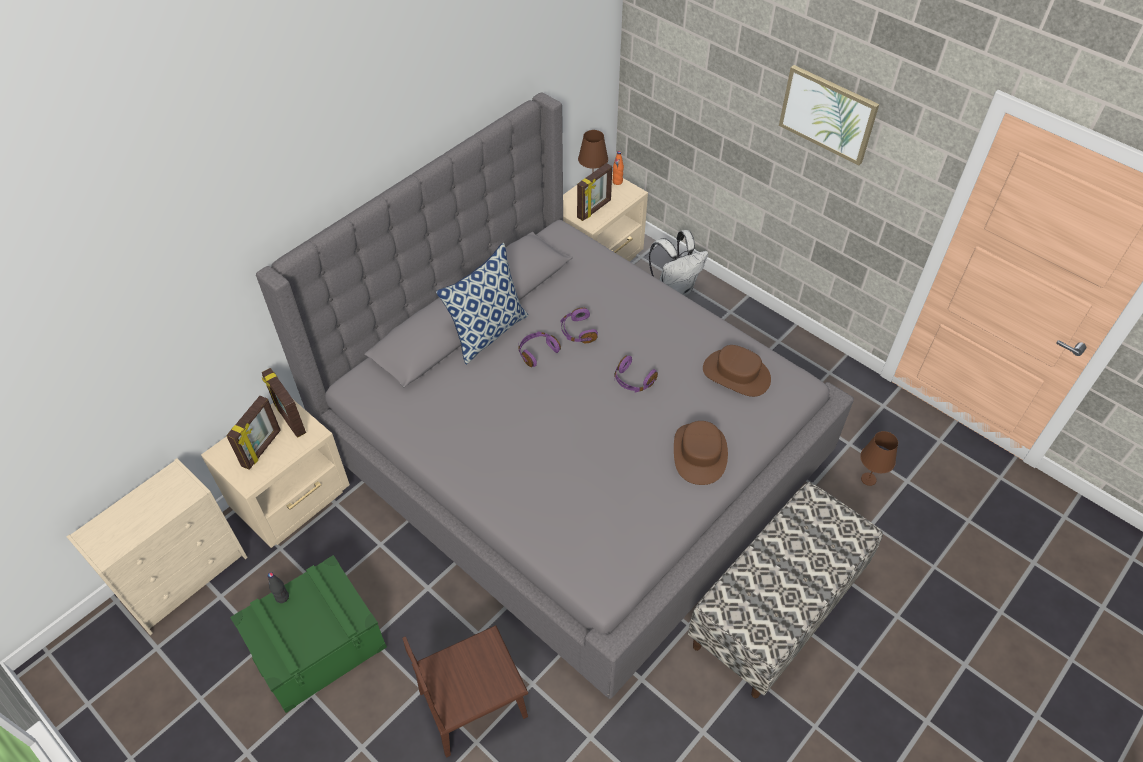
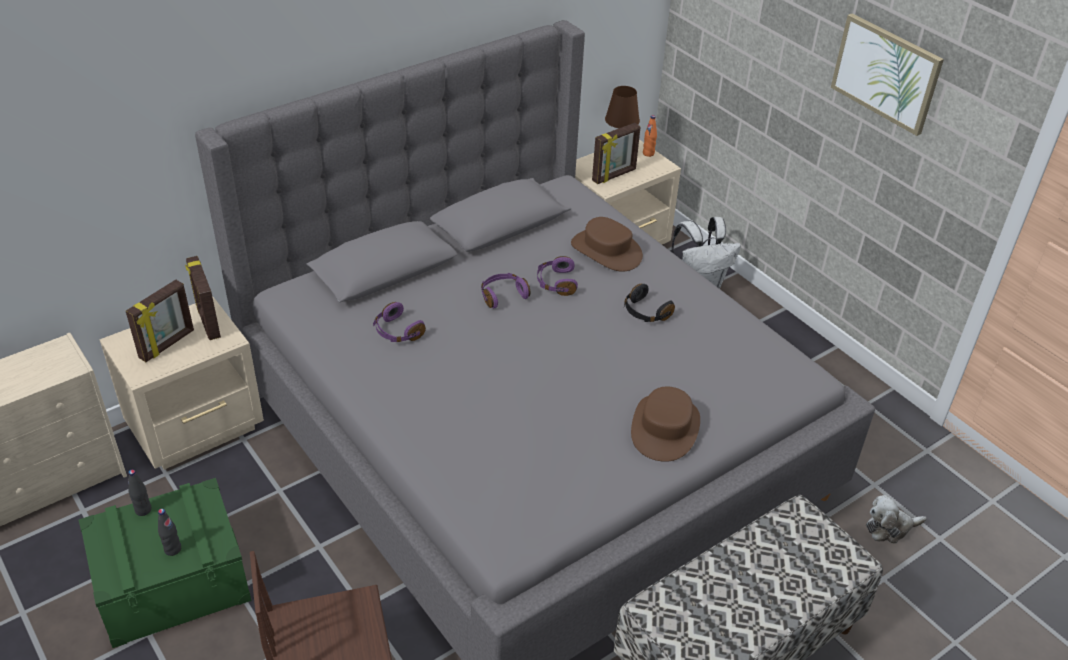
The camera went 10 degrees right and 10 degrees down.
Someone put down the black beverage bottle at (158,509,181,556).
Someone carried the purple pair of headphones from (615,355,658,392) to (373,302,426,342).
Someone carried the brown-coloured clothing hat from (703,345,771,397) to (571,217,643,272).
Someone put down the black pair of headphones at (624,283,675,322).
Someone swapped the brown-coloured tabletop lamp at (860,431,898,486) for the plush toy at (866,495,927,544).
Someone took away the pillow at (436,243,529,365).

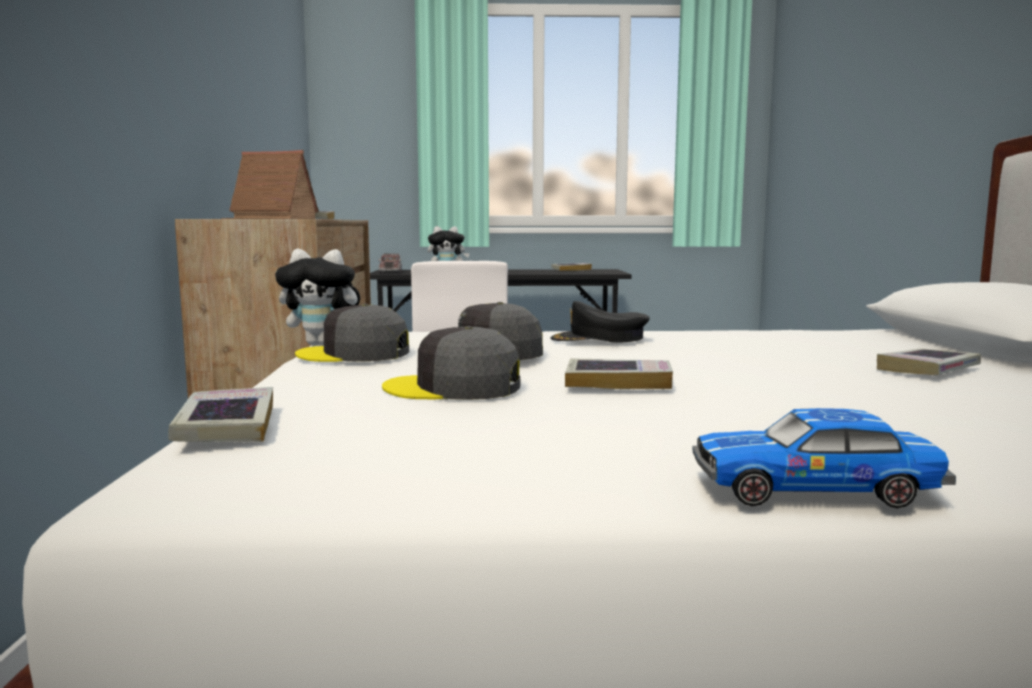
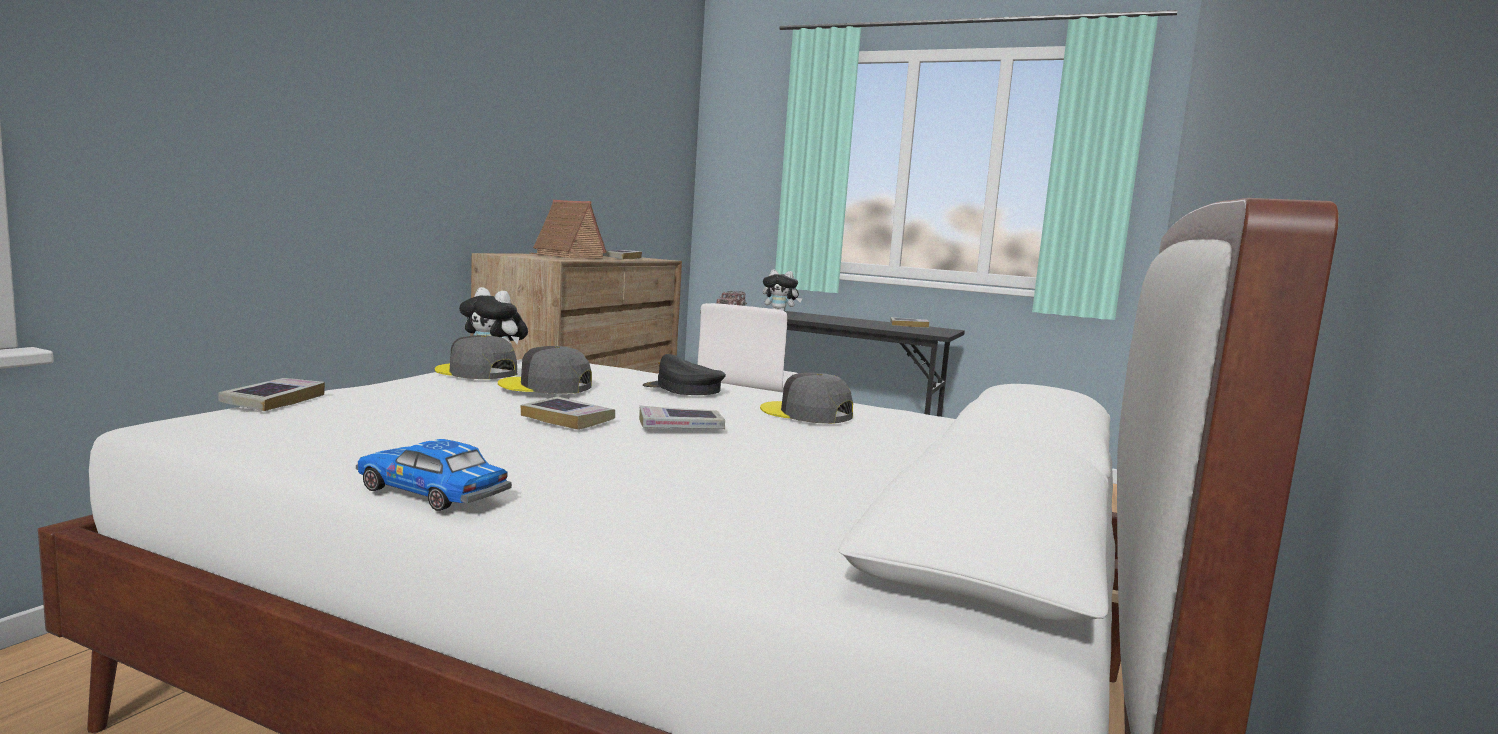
The camera went 25 degrees right and 0 degrees up.
Someone carried the volume from (877,349,981,375) to (639,405,725,429).
Someone carried the greyish peaked cap from (382,326,520,400) to (760,373,853,424).

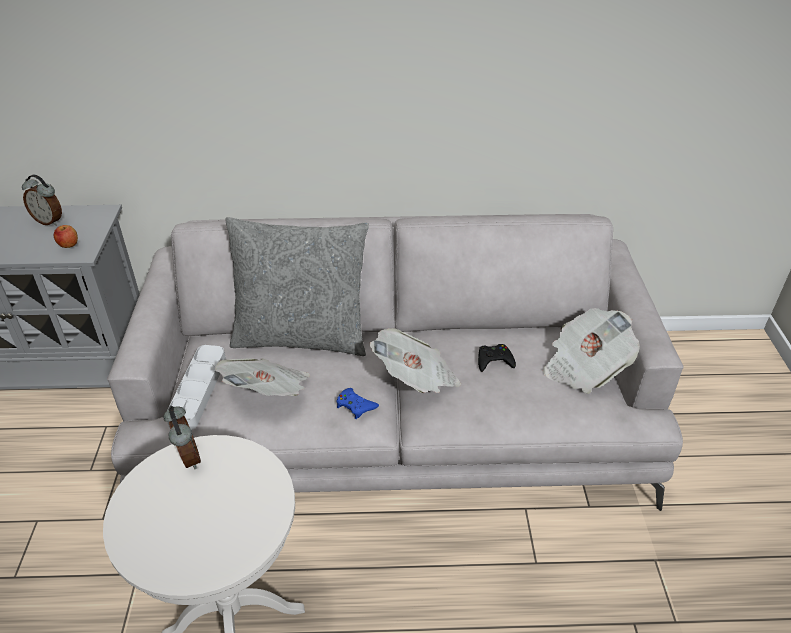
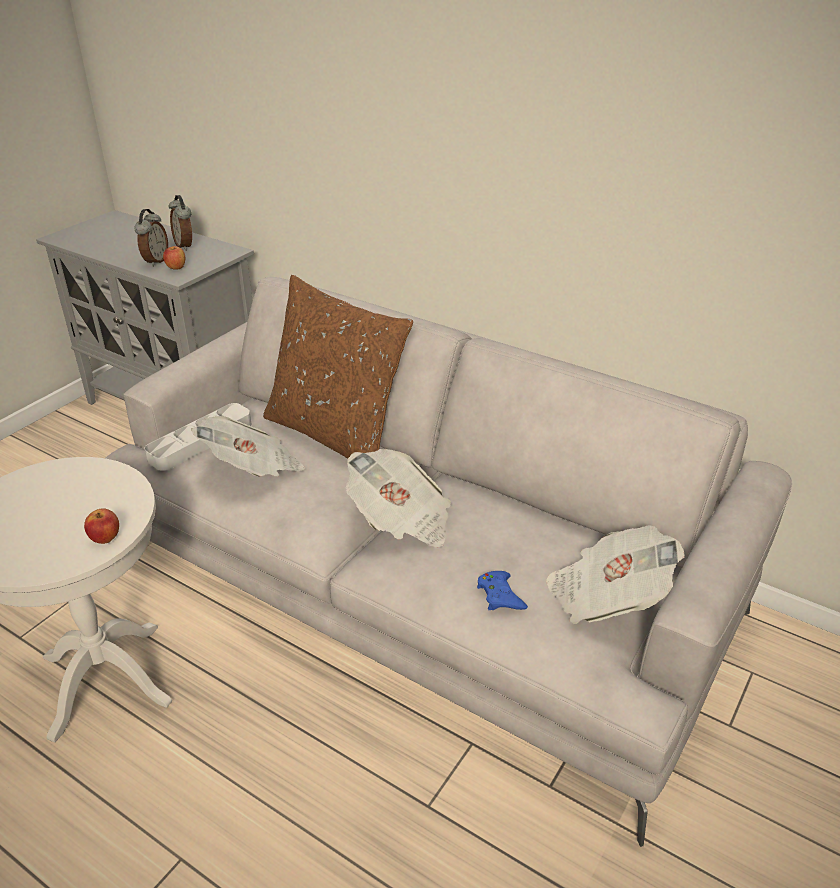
The camera went 35 degrees right and 5 degrees down.
Someone put down the apple fruit at (84,509,119,544).
Someone carried the bedside clock from (164,406,201,469) to (134,209,168,267).
Someone repainted the greyish pillow at (225,217,369,356), which became the brown-coloured pillow at (263,275,413,459).
Someone carried the bluish joypad from (336,388,379,419) to (477,571,528,610).
Someone took away the black joypad at (478,344,516,372).

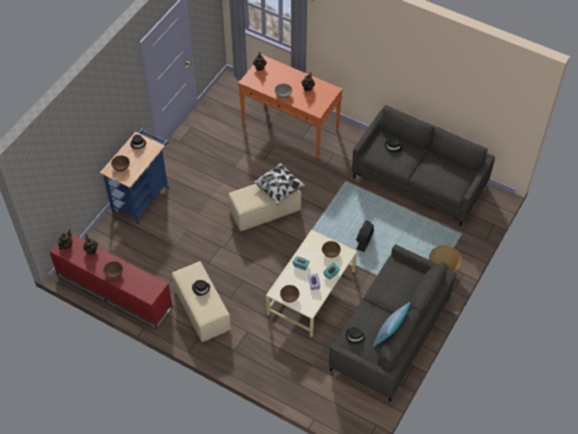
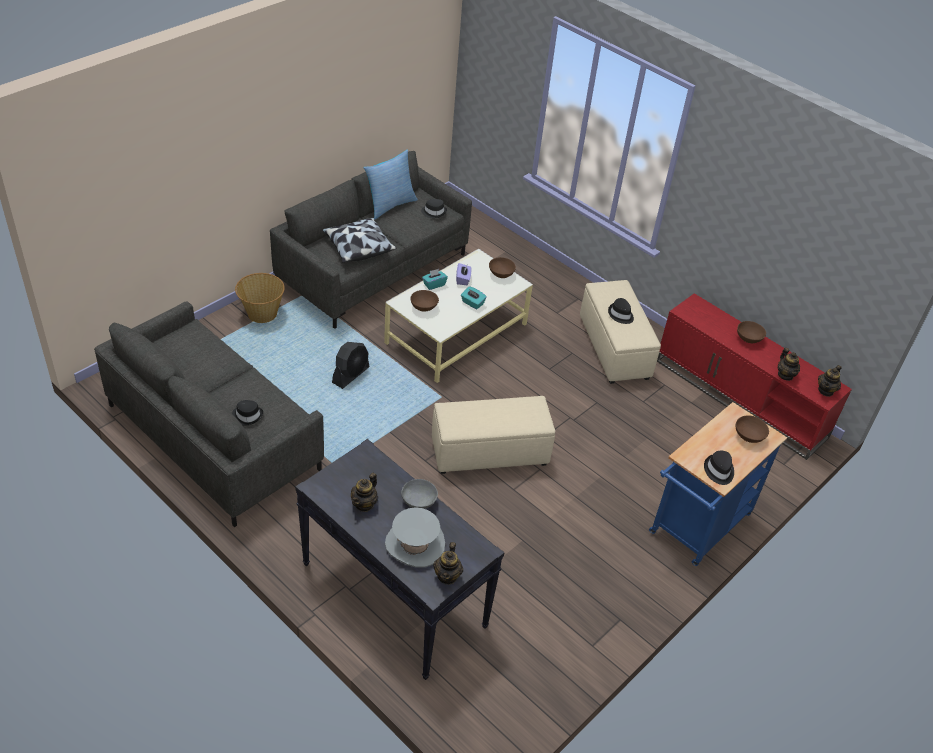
The camera went 170 degrees left and 10 degrees down.
Someone repainted the orange-coloured console table at (238,54,343,158), which became the black console table at (295,439,504,680).
Someone carried the pillow from (253,163,306,205) to (323,218,396,263).
Someone put down the greyish clothing hat at (385,507,445,568).

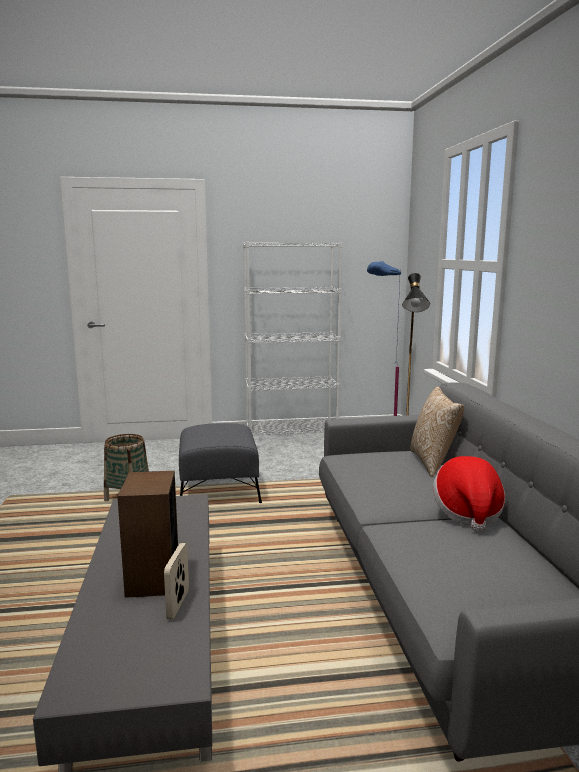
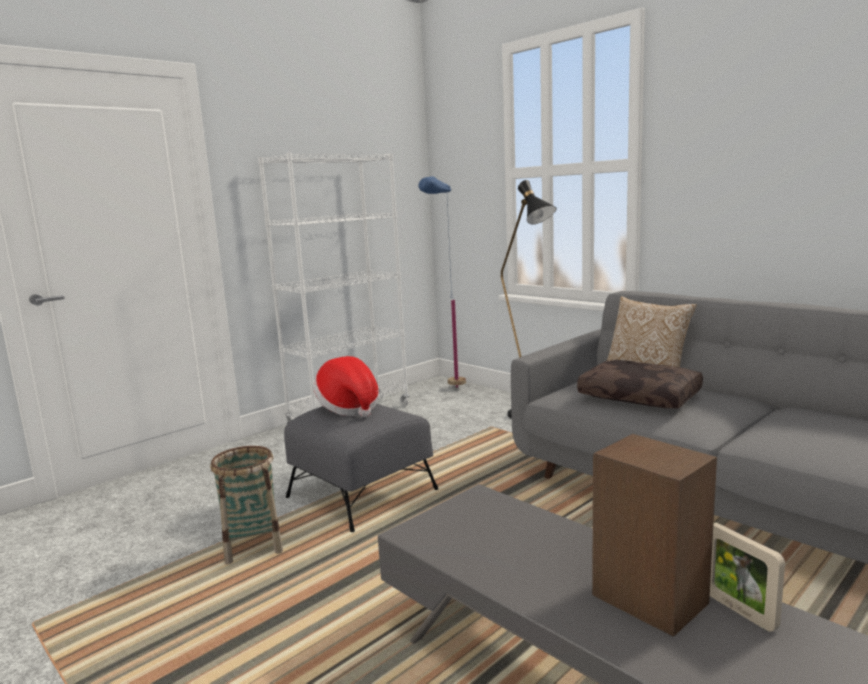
The camera went 35 degrees left and 0 degrees up.
Someone carried the clothing hat from (433,456,505,531) to (313,356,379,417).
Someone put down the brown-coloured pillow at (577,360,703,408).

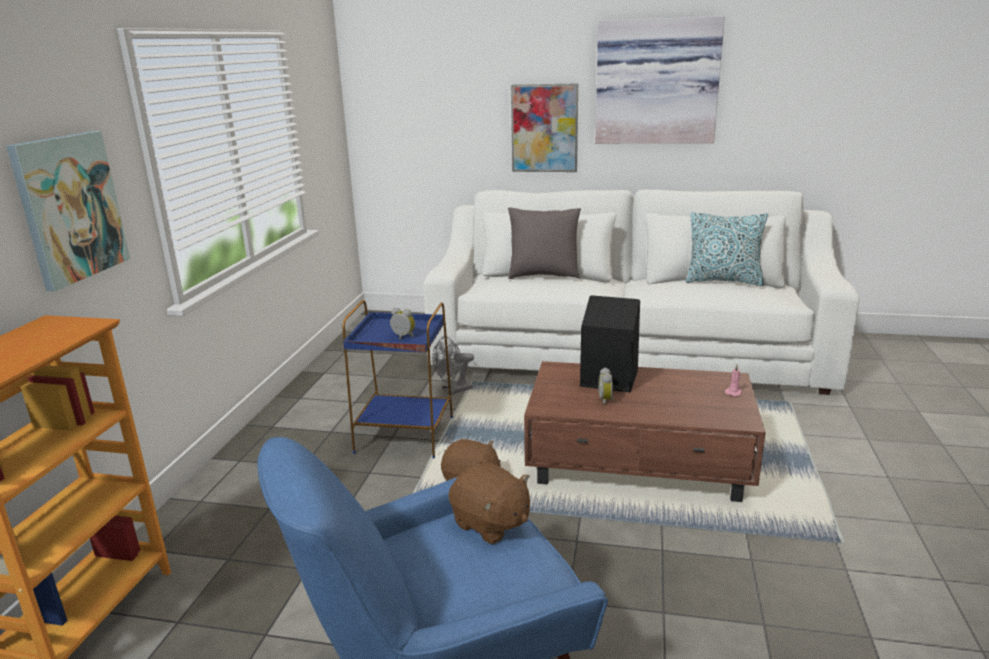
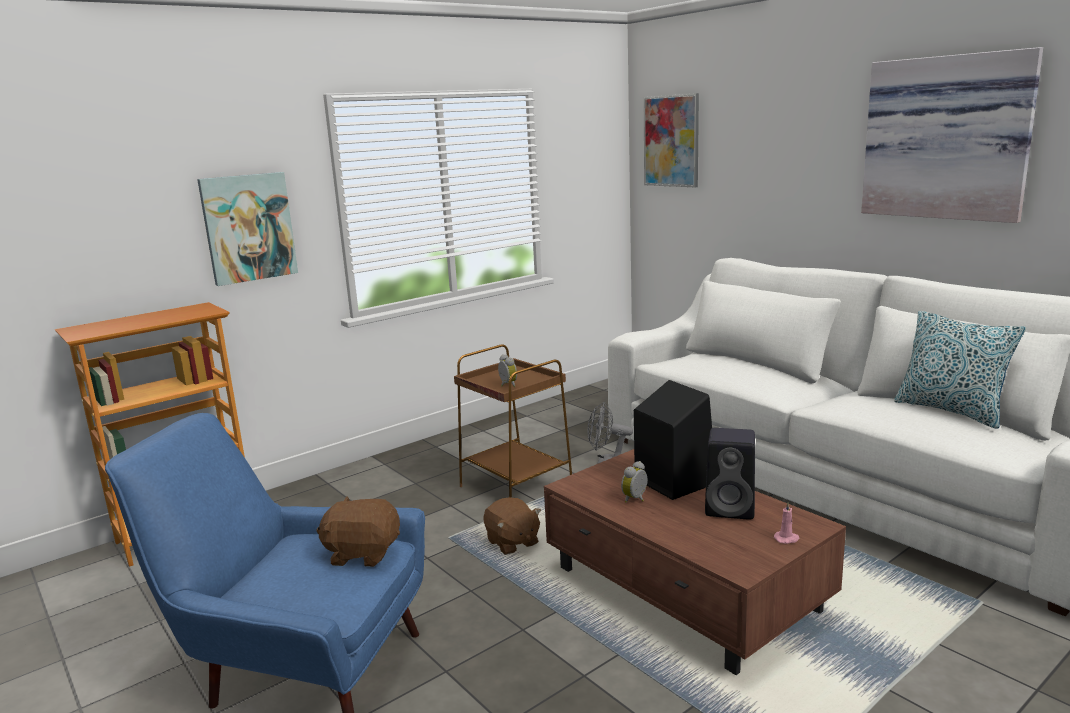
The camera went 40 degrees right and 5 degrees down.
Someone rotated the brown-coloured plush toy at (448,463,530,544) by 105 degrees clockwise.
Someone repainted the bluish end table at (343,300,453,458), which became the brown-coloured end table at (454,344,572,498).
Someone carried the wall picture from (511,83,578,172) to (643,93,699,187).
Someone put down the black speaker at (705,428,755,520).
Someone took away the greyish pillow at (508,207,581,279).

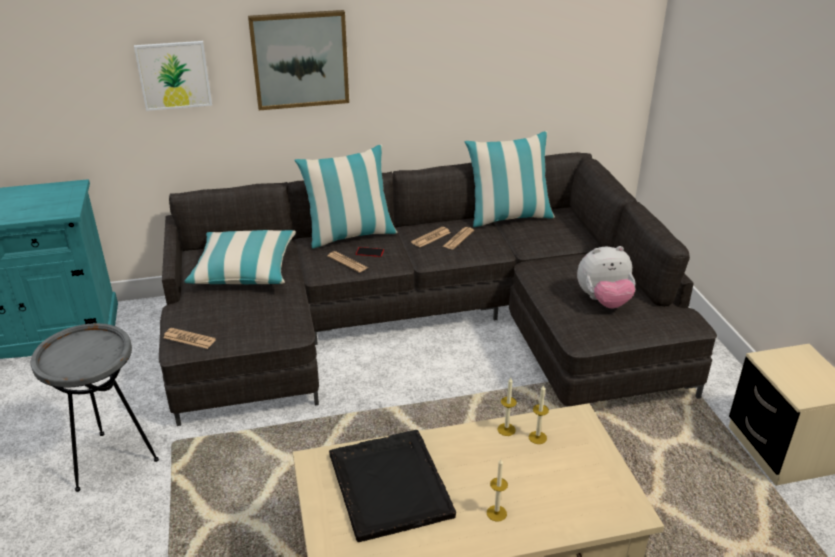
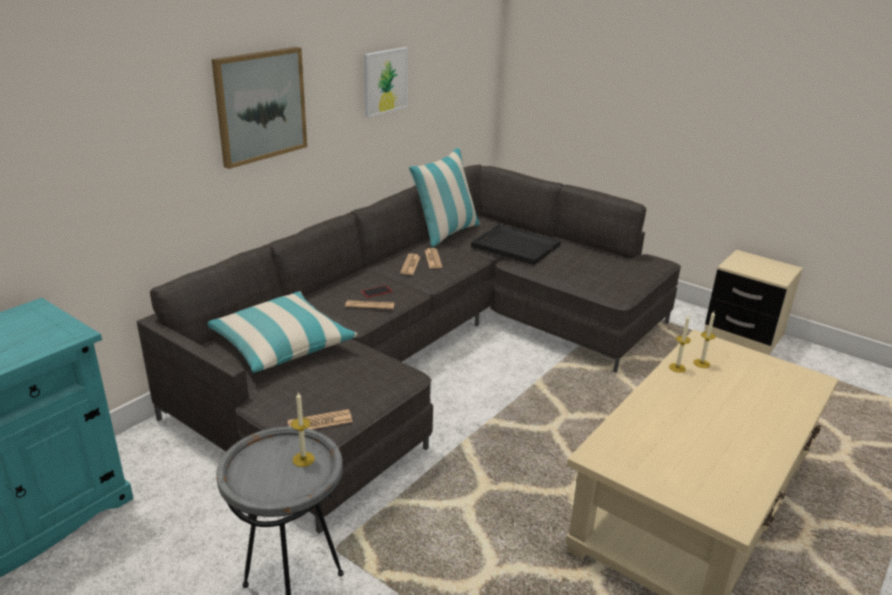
The camera went 40 degrees left and 5 degrees down.
Someone carried the candle from (487,459,508,521) to (291,392,315,467).
Someone carried the wall picture from (134,41,212,111) to (364,47,408,117).
Someone carried the black tray from (329,430,456,542) to (471,224,561,265).
Someone took away the pillow at (294,145,397,248).
Someone took away the plush toy at (577,246,635,308).

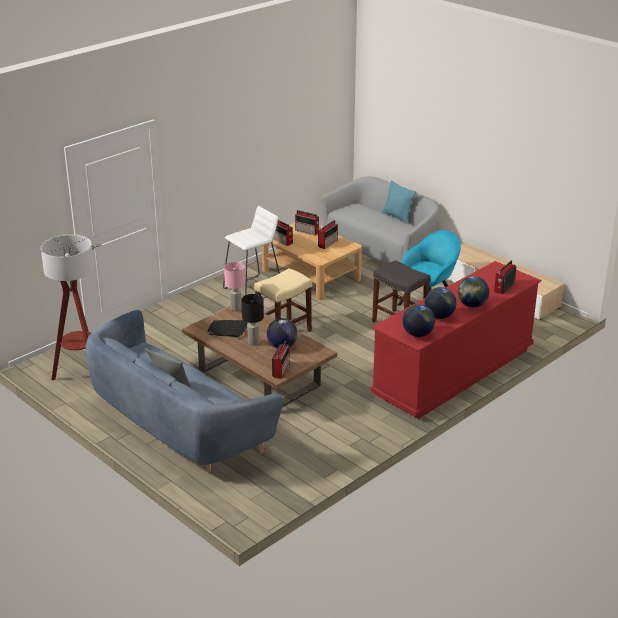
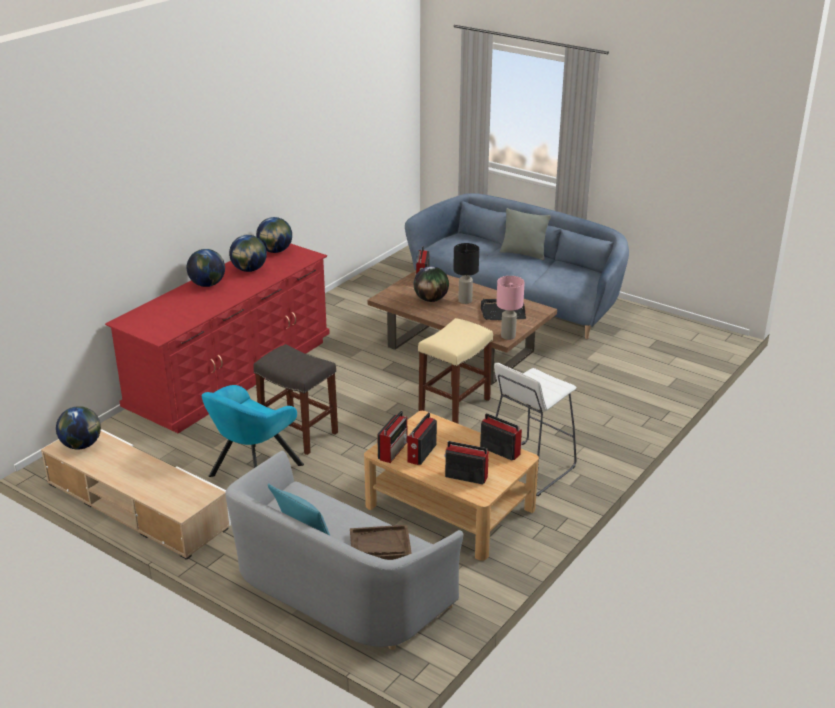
The camera went 170 degrees right and 0 degrees up.
Someone put down the desk globe at (56,406,101,449).
Someone put down the brown-coloured tray at (350,525,412,560).
Someone carried the radio set from (494,260,516,294) to (377,411,407,463).
Someone took away the floor lamp at (41,234,94,380).

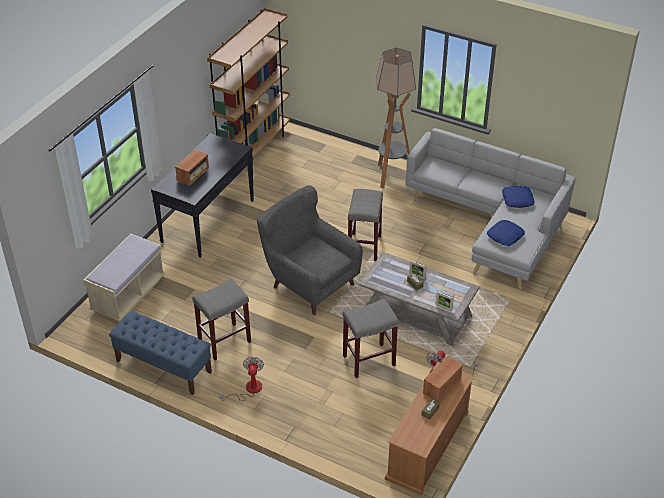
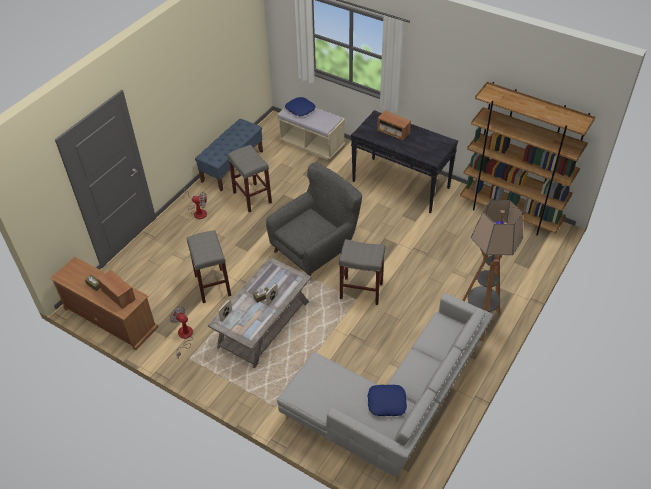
The camera went 95 degrees right and 5 degrees up.
Someone carried the bluish pillow from (487,220,525,246) to (285,97,316,116).

